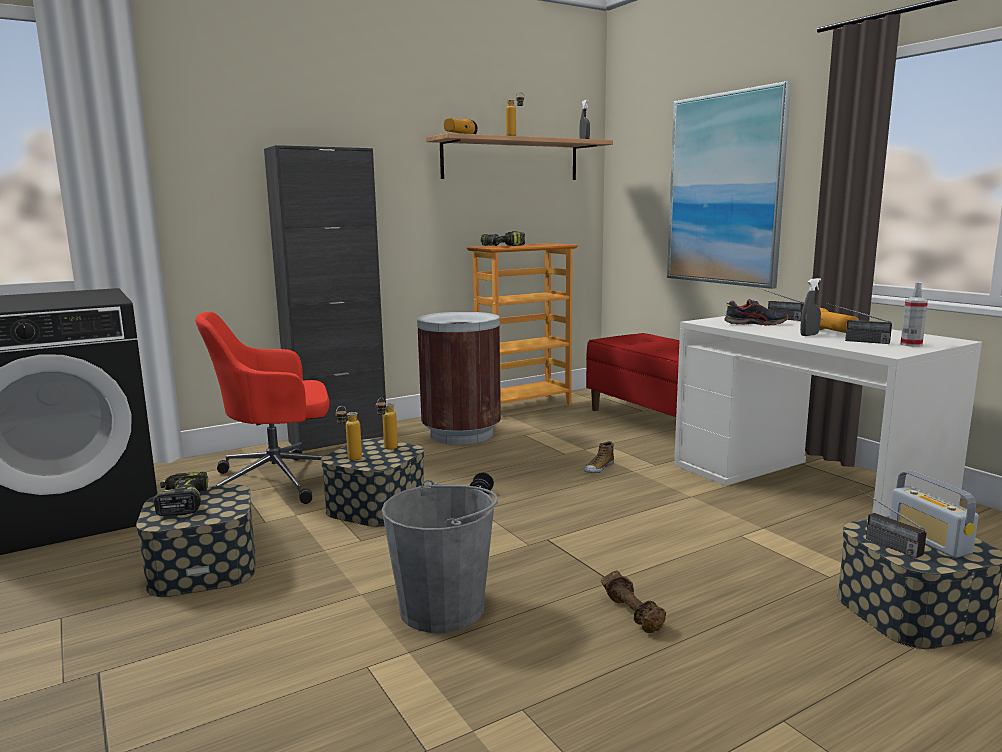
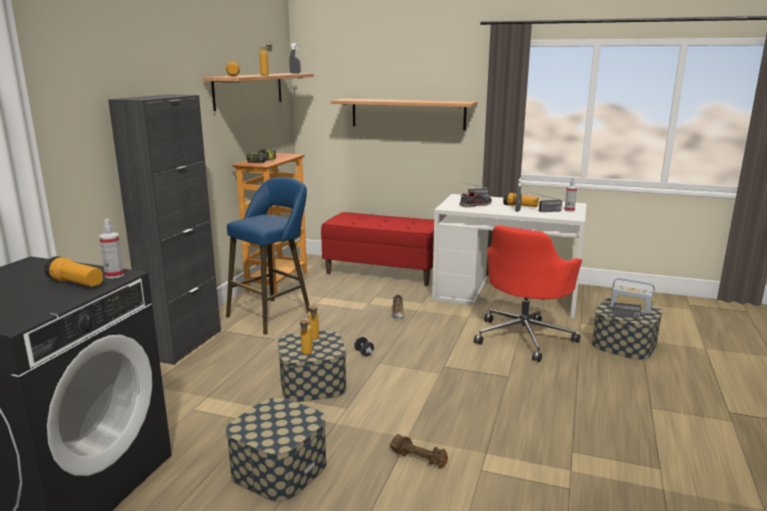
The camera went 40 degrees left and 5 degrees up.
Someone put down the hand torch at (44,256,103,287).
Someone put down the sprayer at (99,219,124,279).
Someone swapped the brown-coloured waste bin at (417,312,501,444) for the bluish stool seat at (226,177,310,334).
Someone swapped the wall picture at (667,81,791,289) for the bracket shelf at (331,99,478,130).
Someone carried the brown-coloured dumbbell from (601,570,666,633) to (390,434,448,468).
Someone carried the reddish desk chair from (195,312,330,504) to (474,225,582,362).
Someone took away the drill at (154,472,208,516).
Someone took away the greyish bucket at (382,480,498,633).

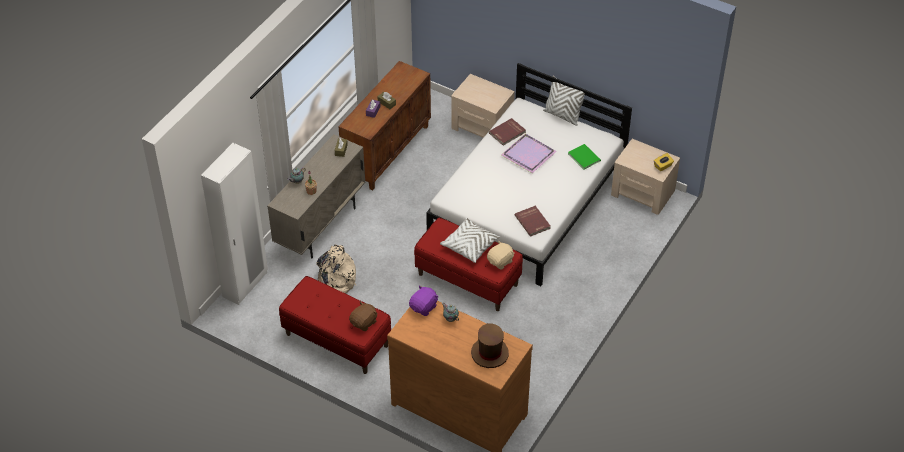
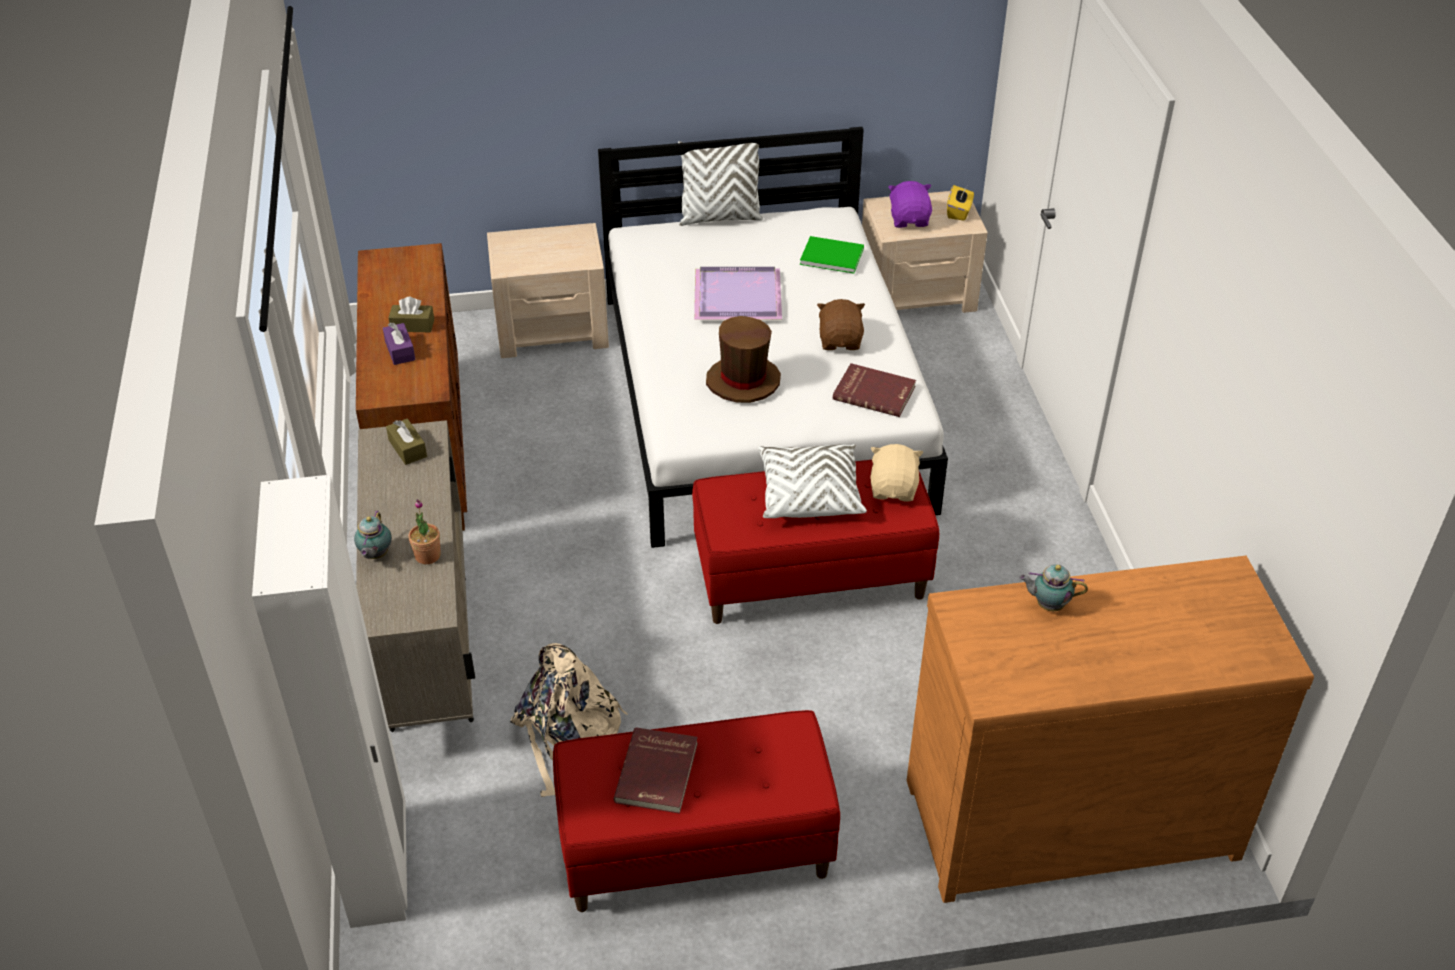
The camera went 40 degrees left and 5 degrees down.
Someone carried the reddish volume from (489,118,526,146) to (613,727,698,814).
Someone carried the brown-coloured clothing hat from (471,323,509,368) to (706,316,781,403).
Someone carried the brown-coloured plush toy from (349,302,378,331) to (817,299,865,350).
Someone carried the purple plush toy from (409,285,438,316) to (888,181,932,228).

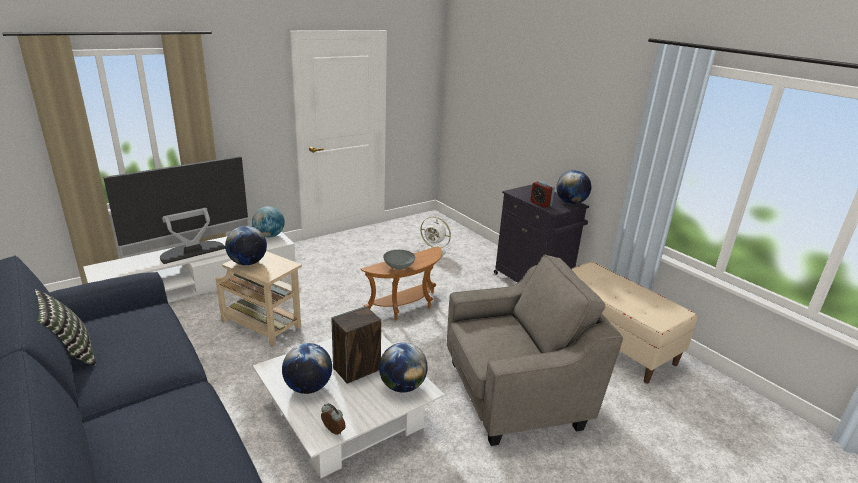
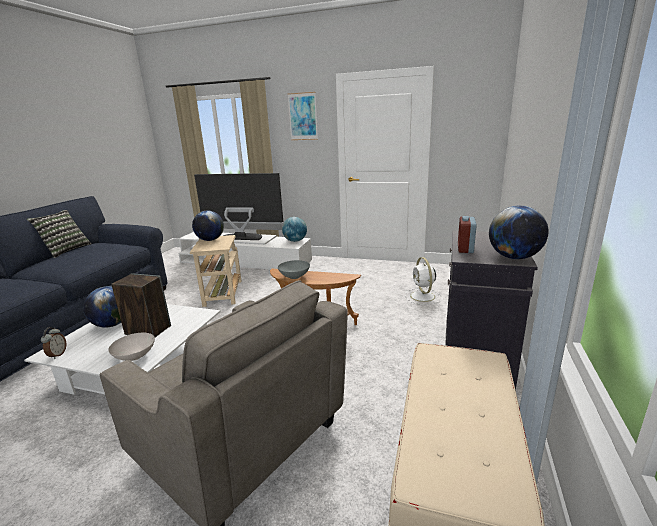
The camera went 55 degrees right and 5 degrees down.
Someone swapped the desk globe at (379,343,428,393) for the white serving bowl at (108,333,155,361).
Someone put up the wall picture at (288,92,318,140).

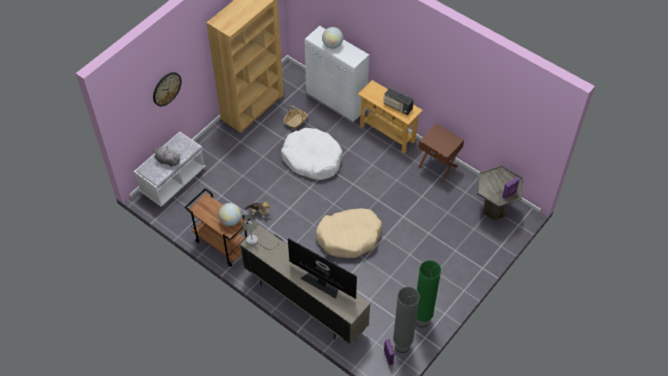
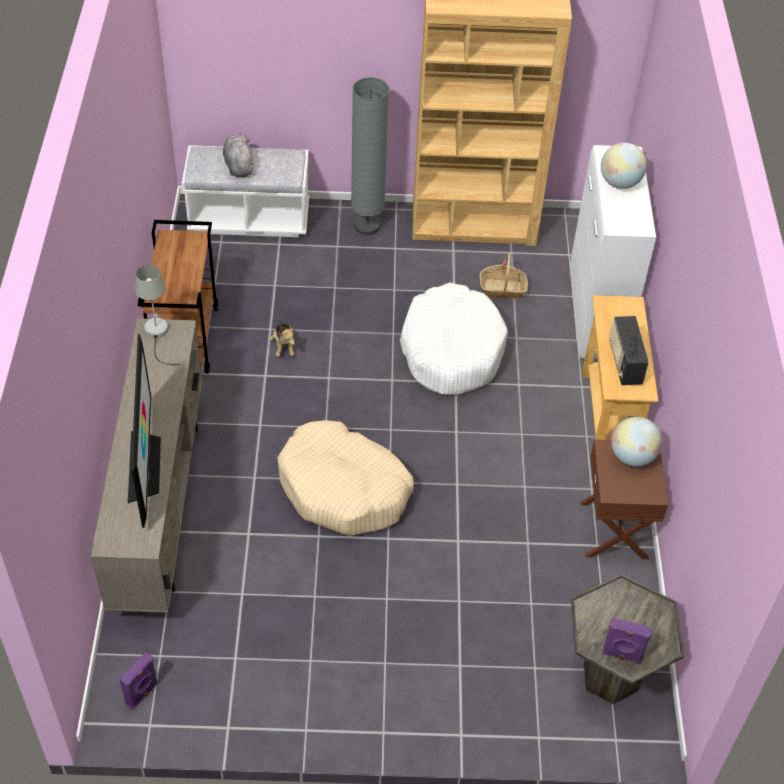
The camera went 50 degrees right and 5 degrees down.
Someone carried the greyish floor lamp from (393,287,420,353) to (351,77,389,235).
Someone carried the desk globe from (218,203,241,226) to (611,417,662,467).
Someone took away the hanging clock at (153,72,182,106).
Someone took away the greenish floor lamp at (416,260,441,328).

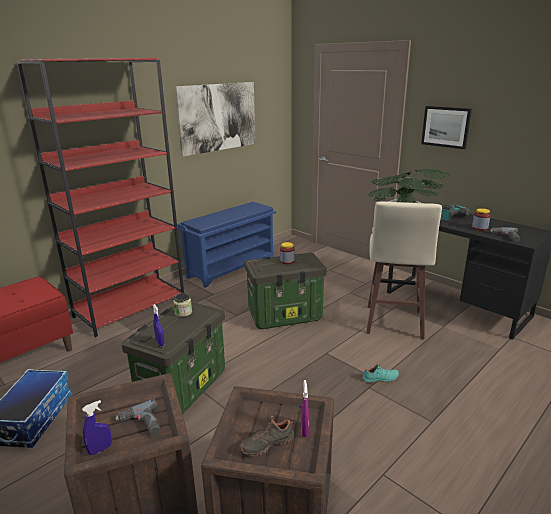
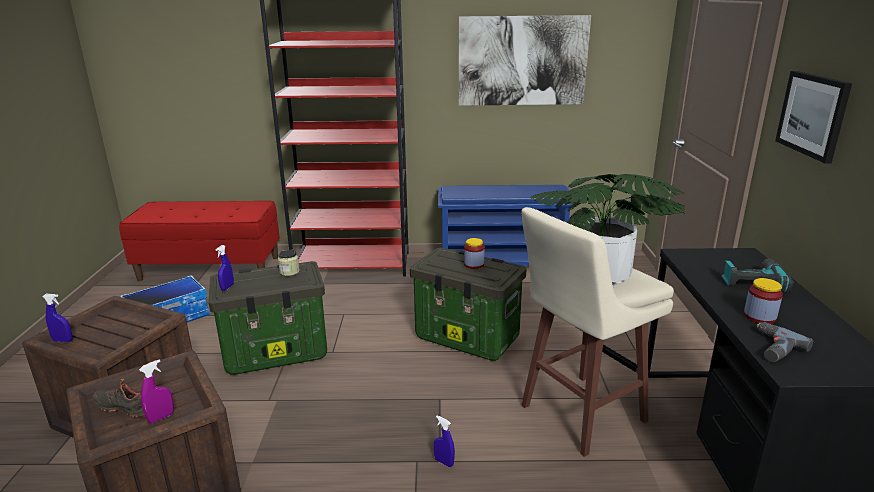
The camera went 45 degrees right and 0 degrees up.
Someone swapped the turquoise-coloured shoe at (362,363,399,383) for the bluish sprayer at (434,416,455,467).
Someone took away the drill at (116,399,160,436).

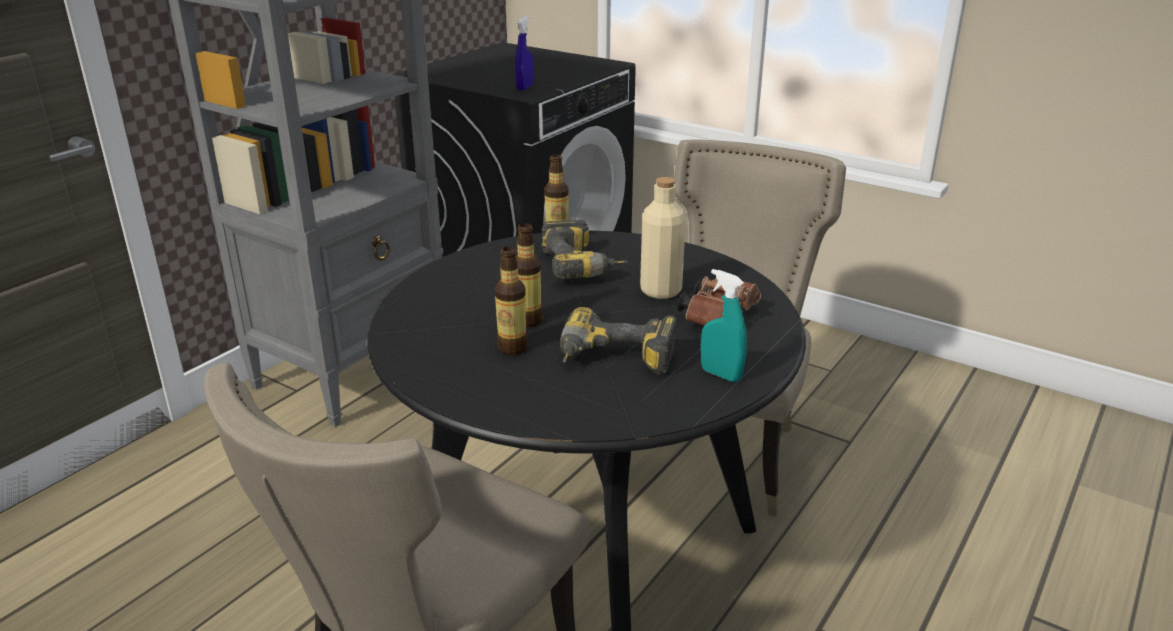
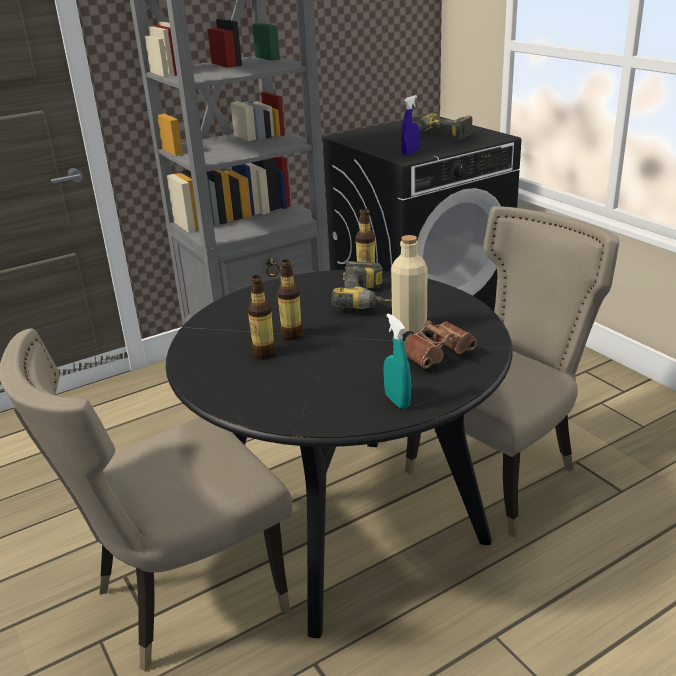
The camera went 25 degrees right and 0 degrees up.
Someone carried the drill from (560,307,677,376) to (416,113,473,140).

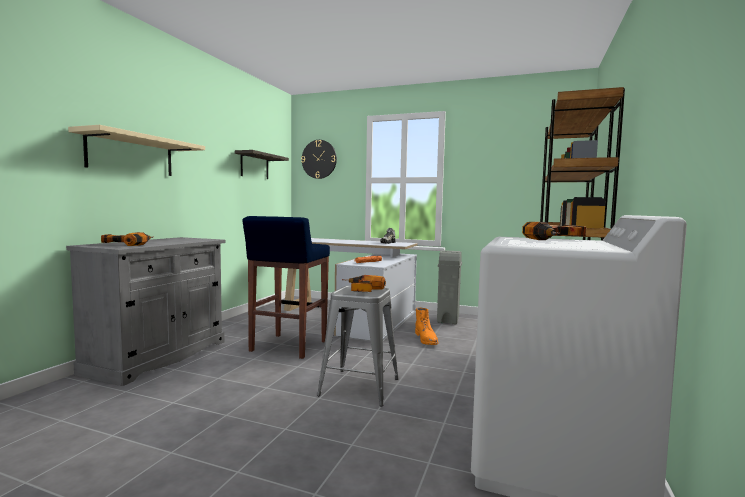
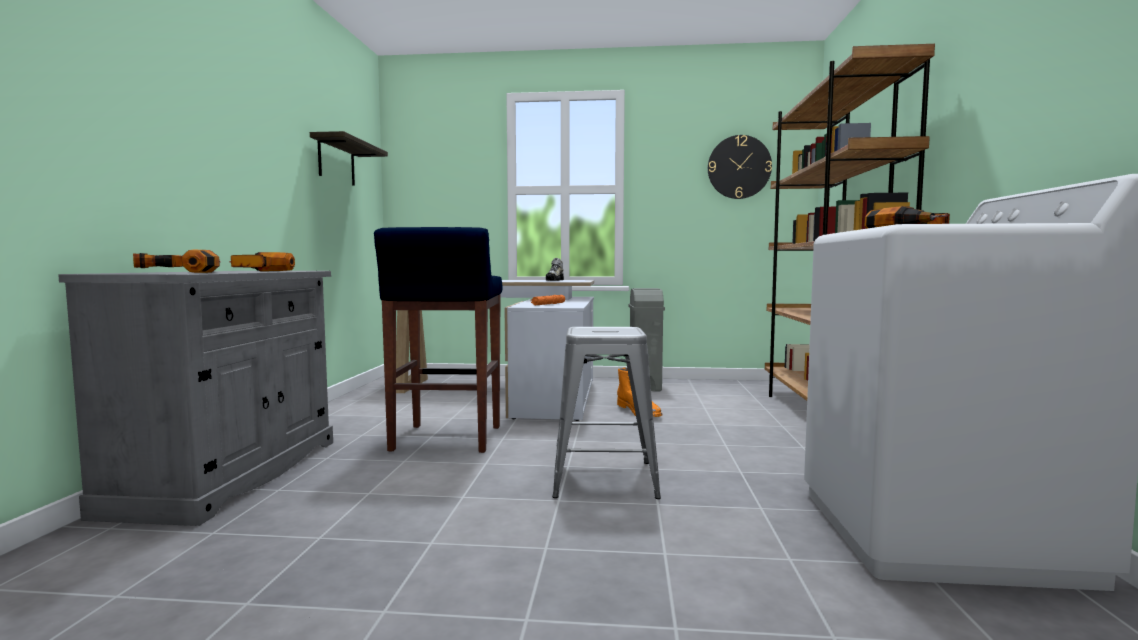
The camera went 15 degrees left and 0 degrees up.
Someone carried the drill from (342,275,386,292) to (230,252,295,271).
Someone carried the hanging clock from (301,140,337,179) to (708,135,772,199).
Someone took away the beige bracket shelf at (68,125,205,176).

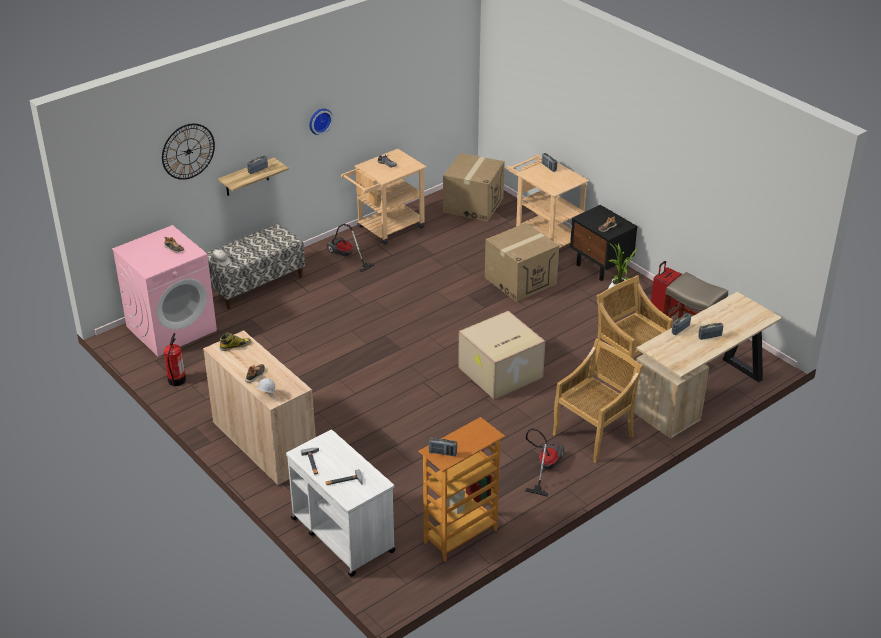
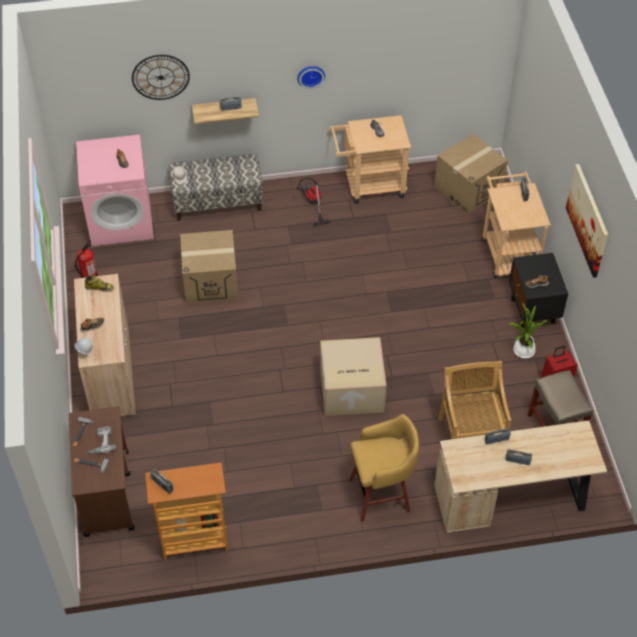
The camera went 30 degrees right and 15 degrees up.
Someone repainted the white trolley at (286,430,396,577), which became the brown-coloured trolley at (69,406,135,537).
Someone put down the drill at (88,426,117,454).
Someone carried the packing box from (485,223,559,302) to (180,230,238,304).
Someone swapped the beige chair at (553,338,643,463) for the yellow stool seat at (349,414,419,522).
Someone put up the wall picture at (566,164,608,278).
Someone took away the vacuum at (525,428,565,497).

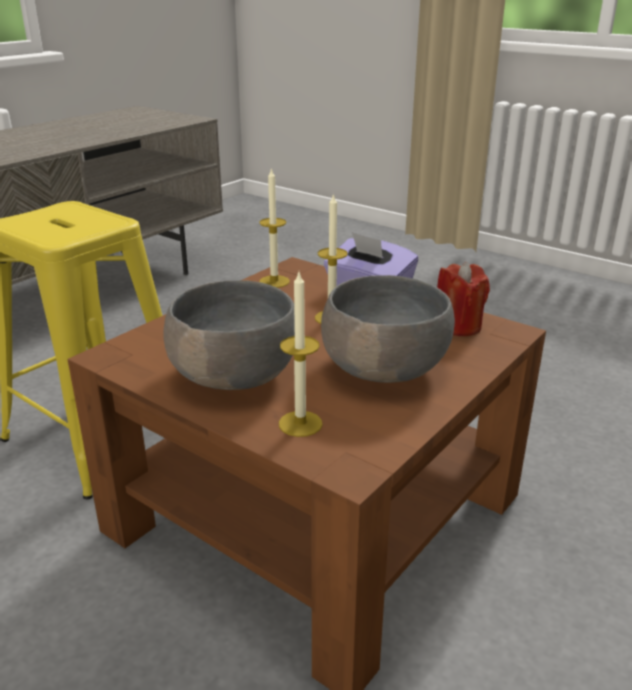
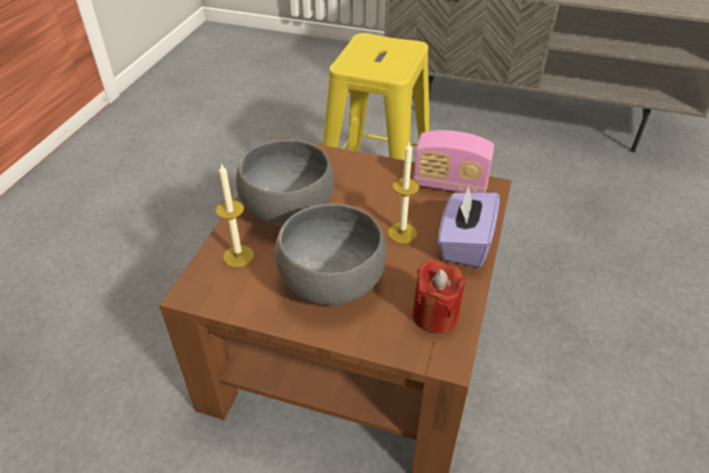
The camera went 70 degrees right and 15 degrees up.
Someone swapped the candle at (259,167,290,288) for the radio set at (413,130,494,193).

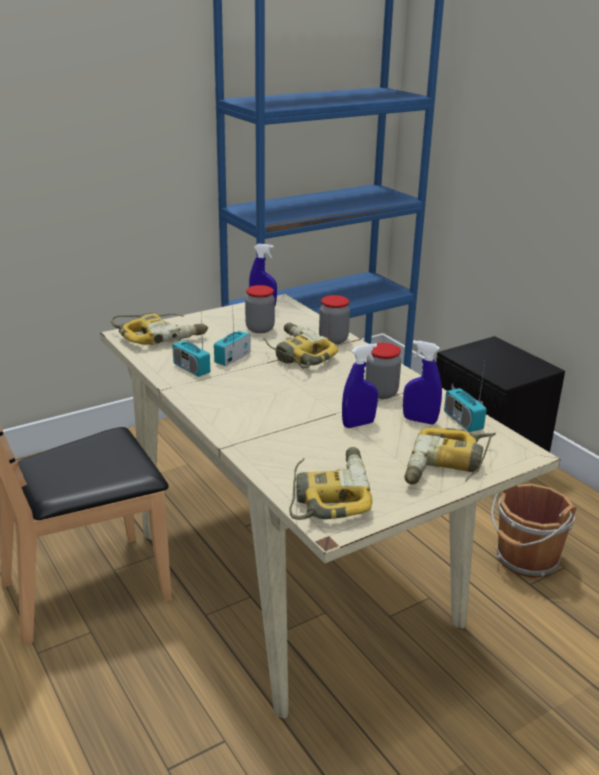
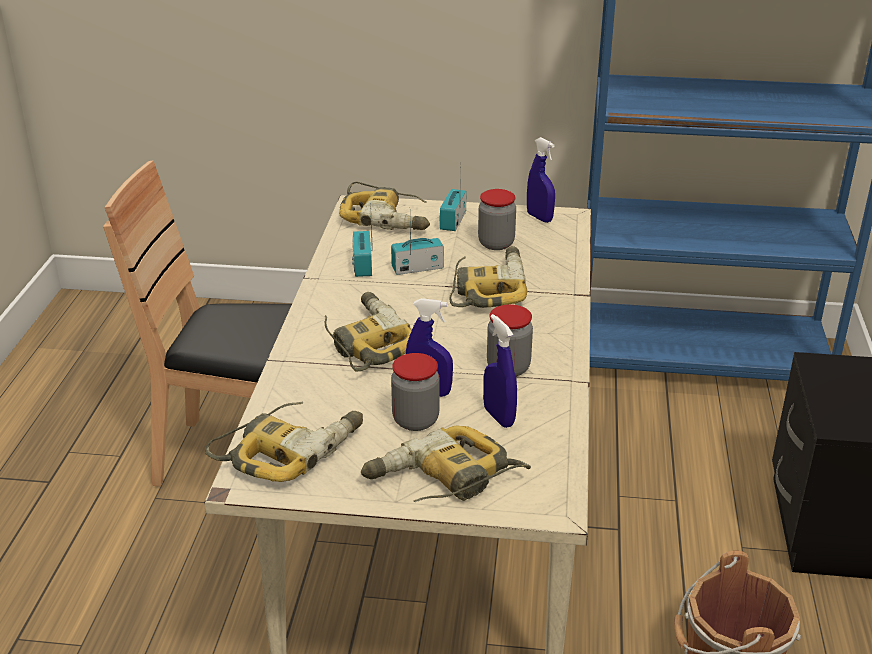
The camera went 40 degrees right and 5 degrees up.
Someone put down the drill at (325,292,412,372).
Someone carried the jar from (319,295,350,344) to (391,353,439,431).
Someone carried the radio set from (444,362,486,432) to (440,162,467,231).

